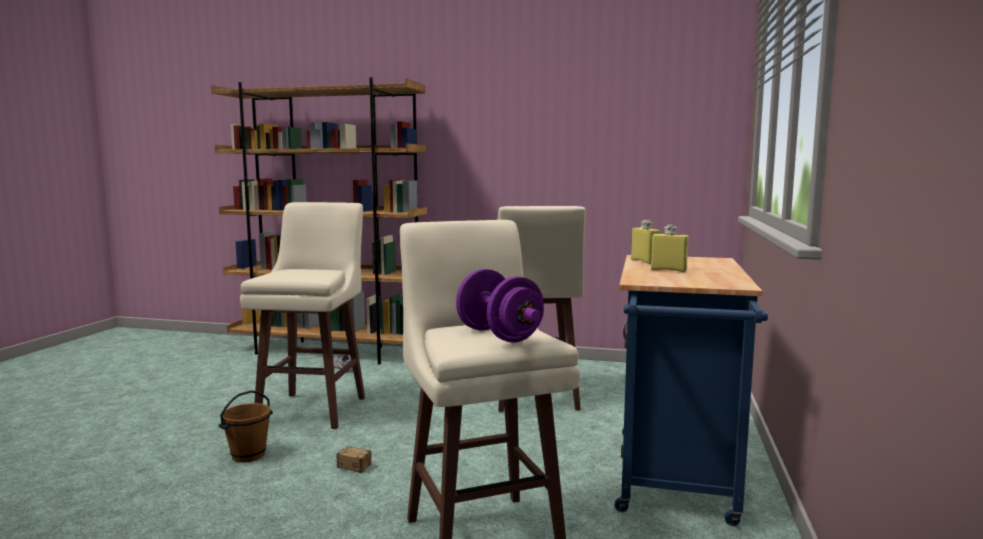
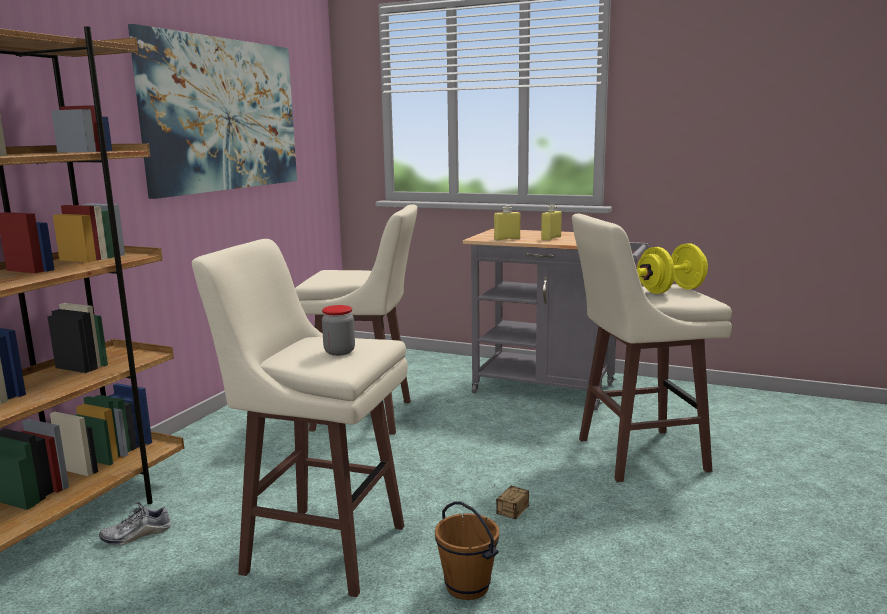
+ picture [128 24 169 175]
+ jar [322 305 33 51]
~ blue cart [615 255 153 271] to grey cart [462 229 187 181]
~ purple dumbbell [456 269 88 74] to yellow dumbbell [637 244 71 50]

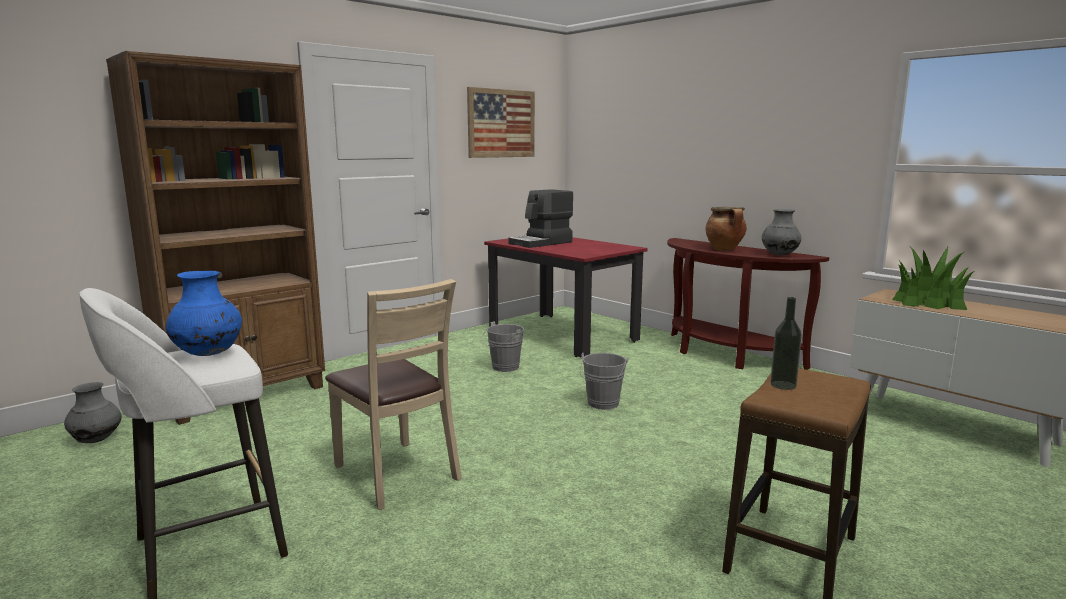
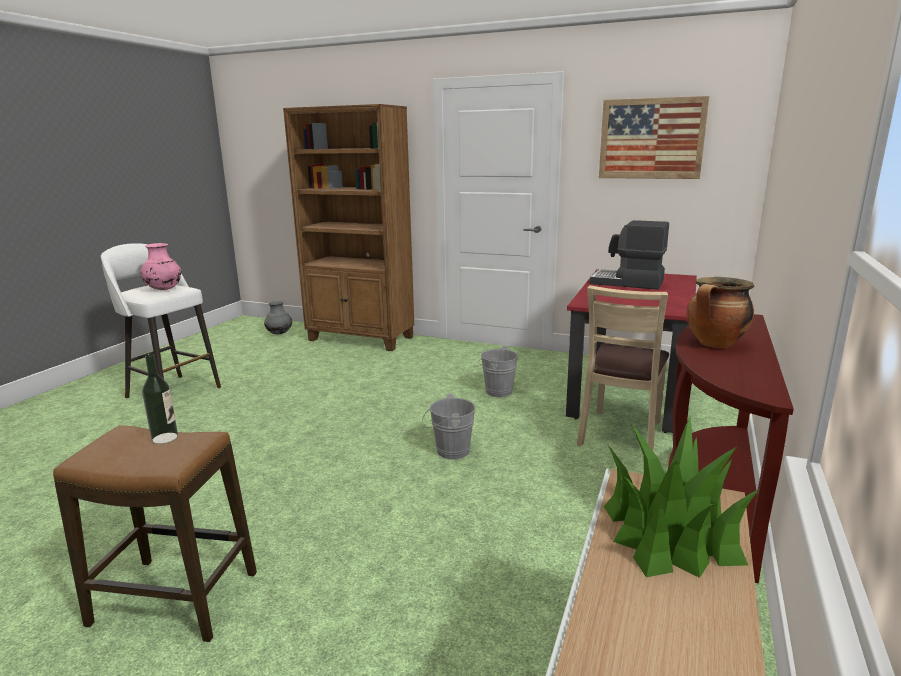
~ blue vase [166 271 76 85] to pink vase [140 243 41 47]
~ beige chair [325 279 137 231] to [577 285 92 167]
- grey vase [762 209 39 46]

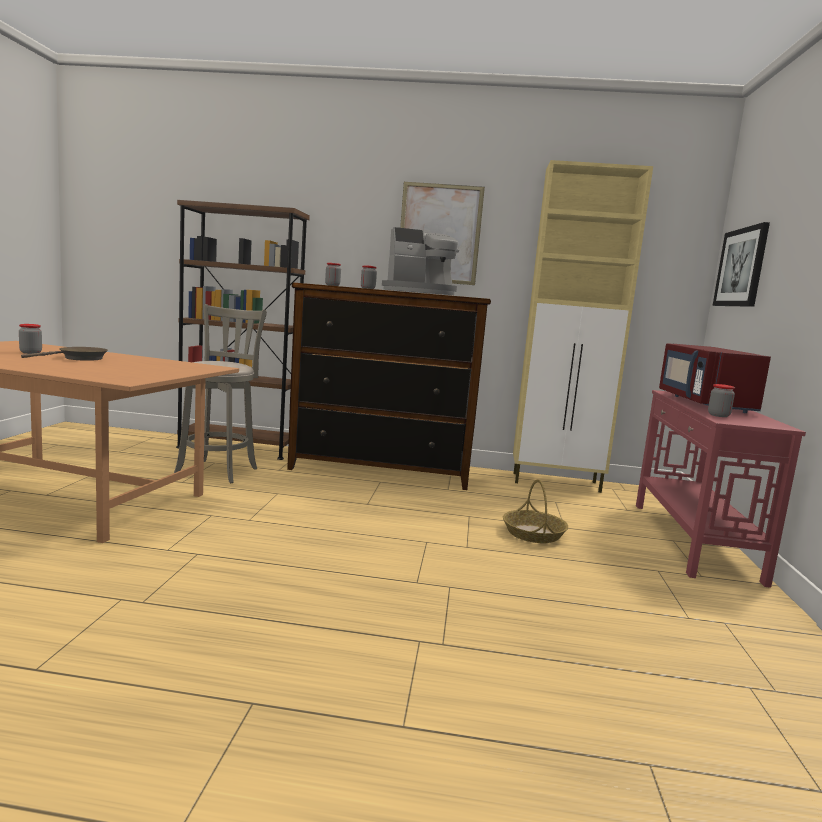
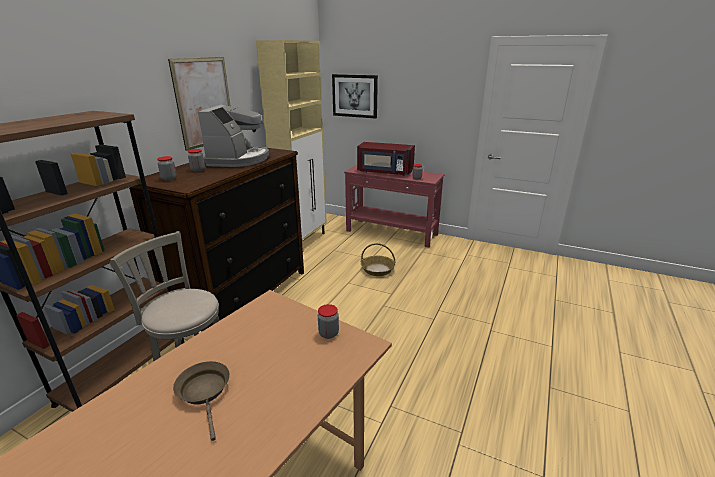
~ jar [19 324 23 30] to [318 304 21 35]

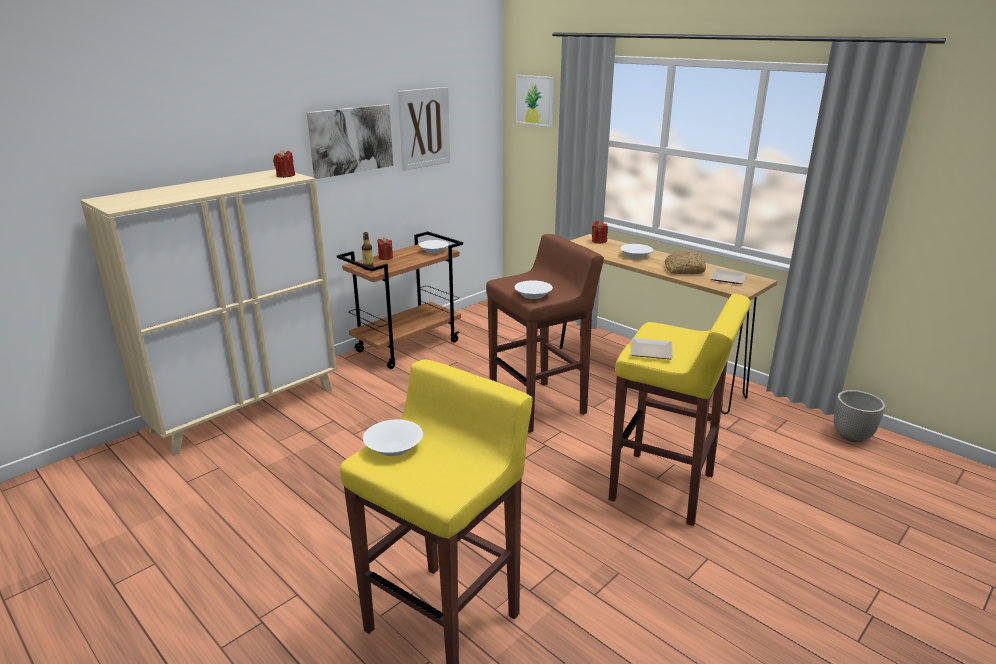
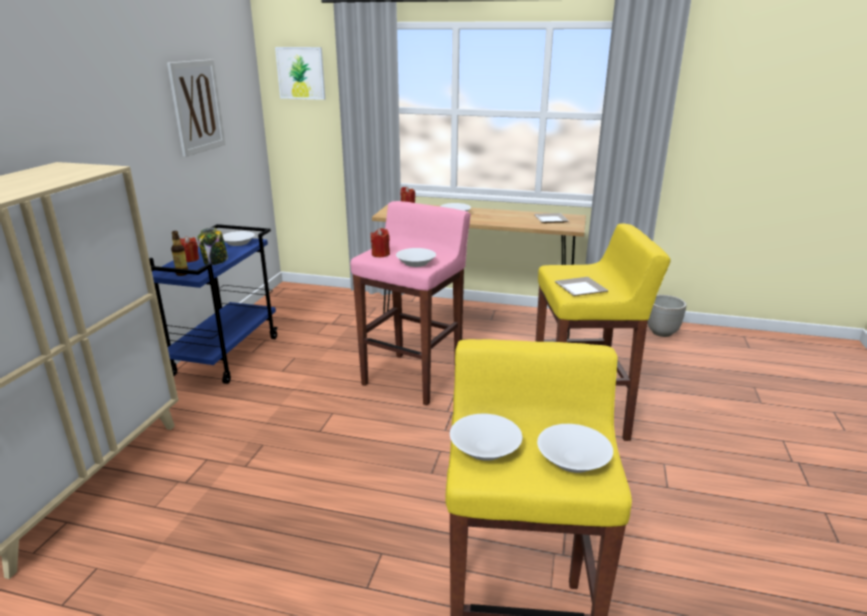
~ brown cart [337 231 126 138] to blue cart [149 224 129 160]
+ jar [198 227 30 38]
~ brown stool [486 234 118 199] to pink stool [351 201 119 204]
~ red candle [273 150 22 28] to [370 228 20 29]
+ white bowl [537 424 76 49]
- picture [307 104 86 75]
- bread [665 250 41 24]

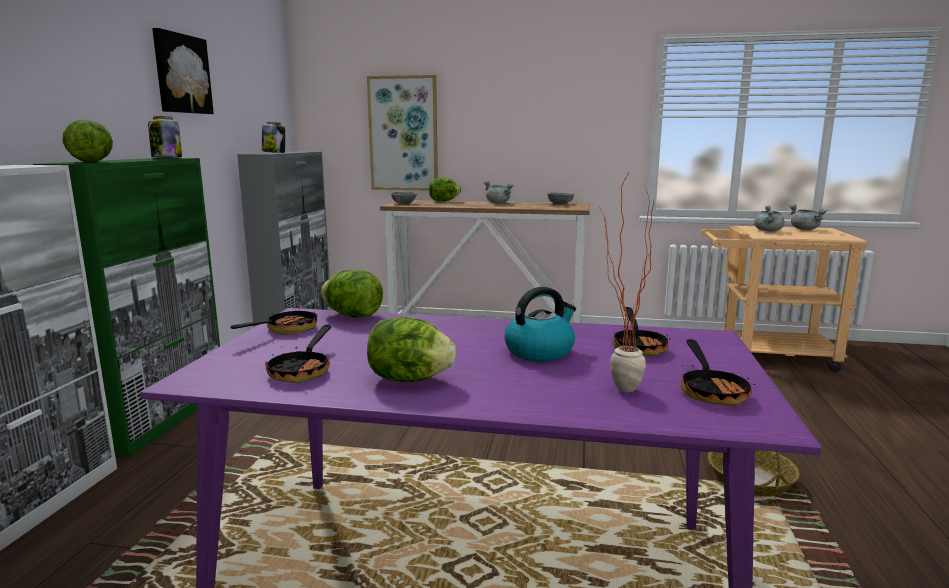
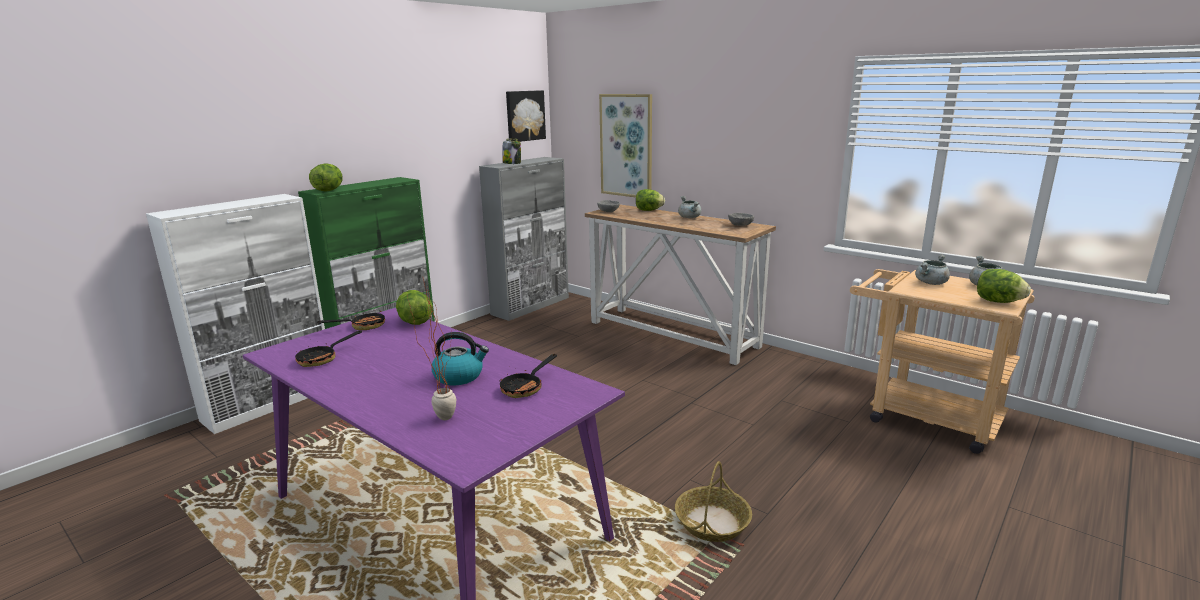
~ picture [152 28 62 86] to [506 90 40 52]
~ lettuce [367 317 89 65] to [977 269 54 34]
- jar [148 116 34 42]
- frying pan [680 339 76 67]

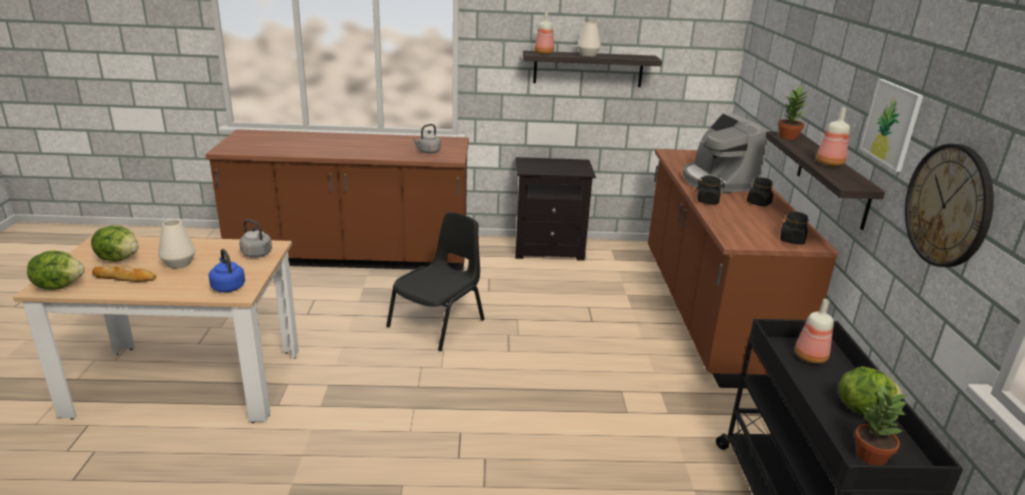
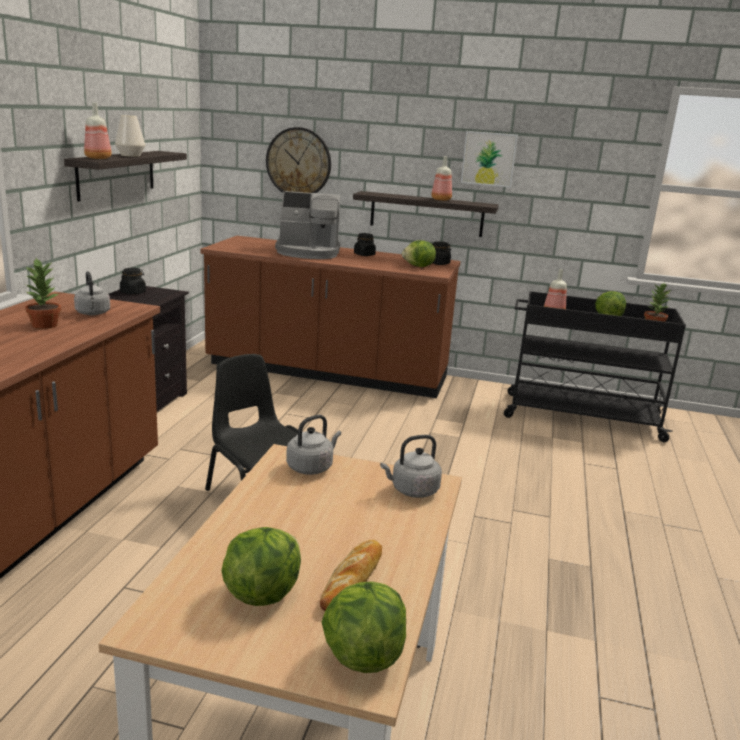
~ potted plant [778 86 30 54] to [25 258 36 71]
~ black jar [696 176 29 28] to [120 268 26 26]
~ wall clock [905 144 89 123] to [266 127 65 66]
~ blue kettle [209 249 36 43] to grey kettle [380 435 62 63]
+ lettuce [402 240 34 27]
- white vase [158 219 38 49]

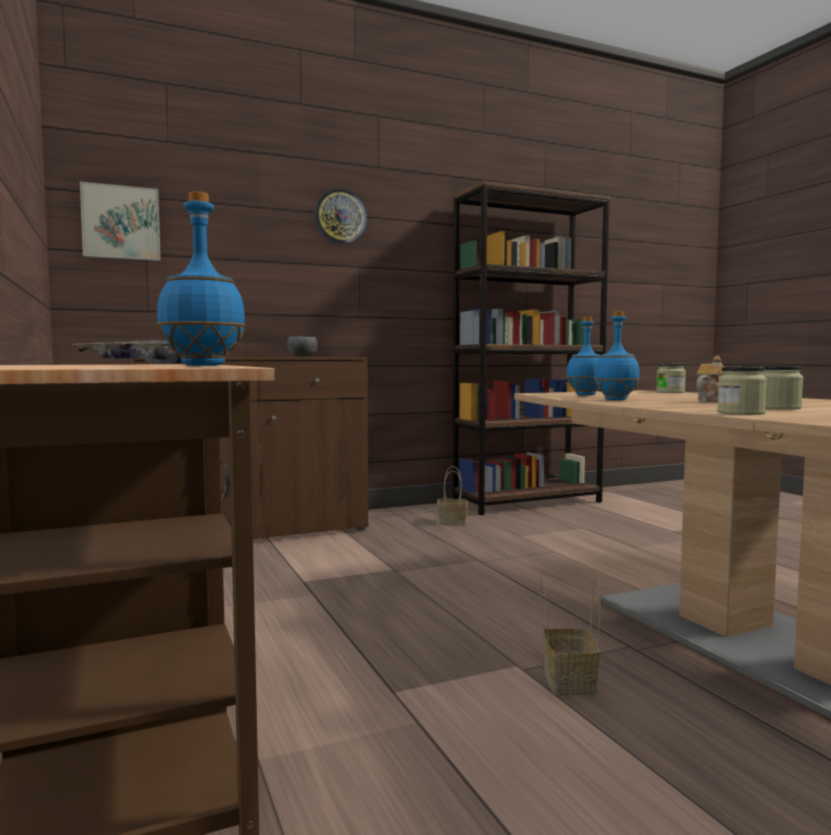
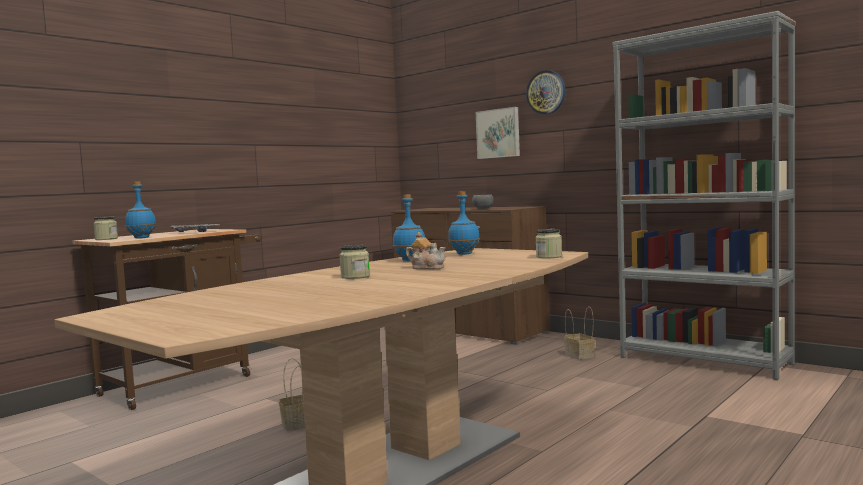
~ jar [717 367 50 48] to [93 216 25 24]
~ picture [80 182 81 79] to [476 107 44 52]
~ brown bookcase [453 181 158 334] to grey bookcase [612 11 184 369]

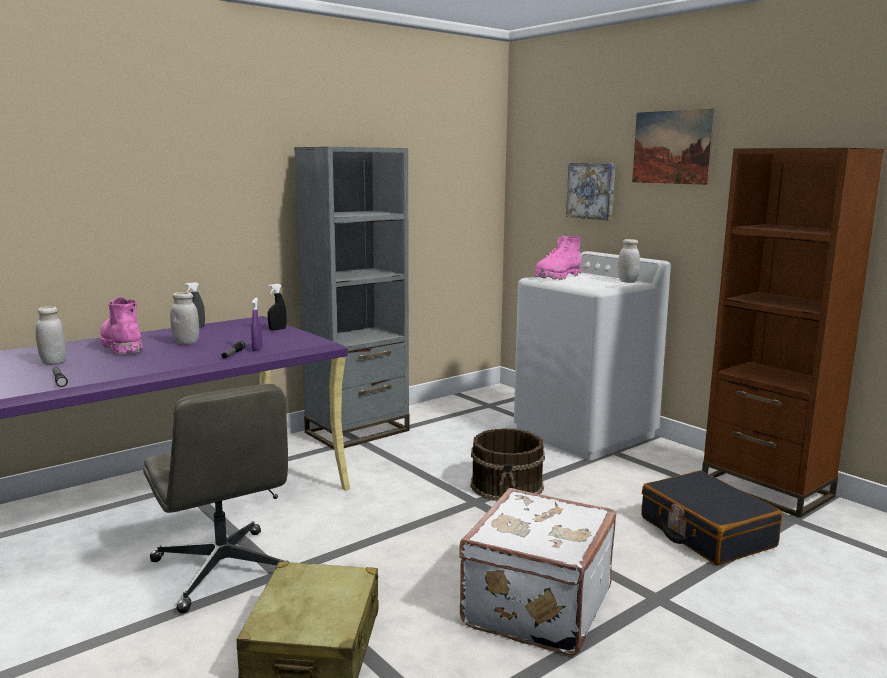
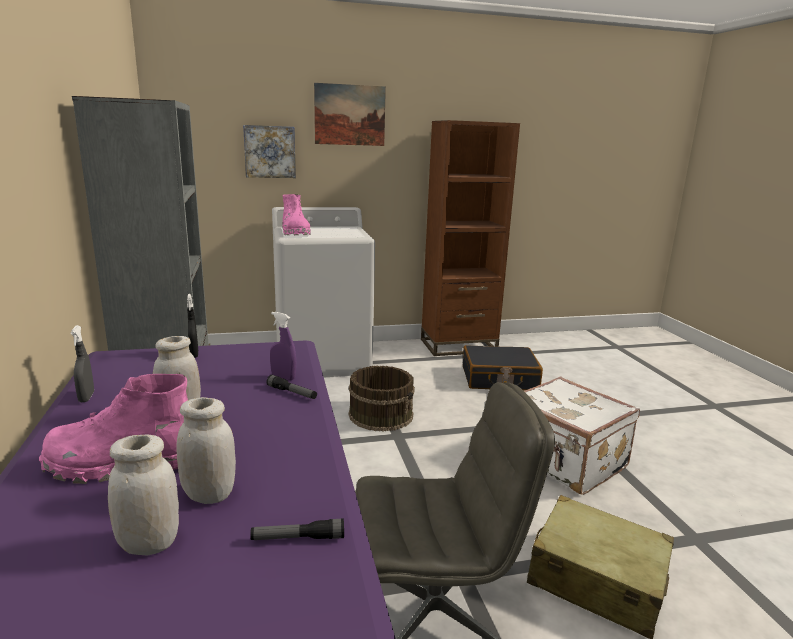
~ white jar [618 239 22 44] to [177 397 59 107]

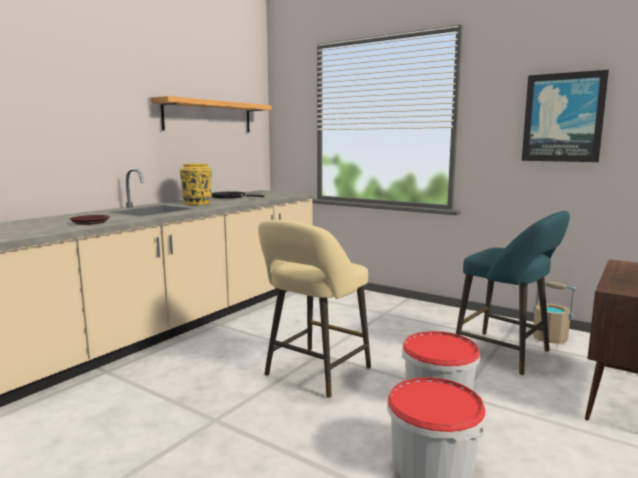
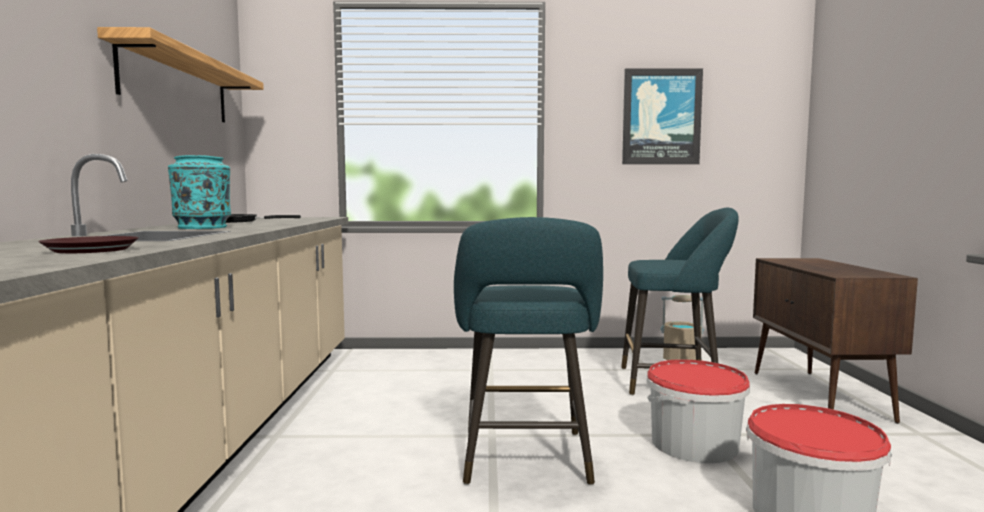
~ yellow vase [180 164 32 41] to turquoise vase [168 155 63 74]
~ beige stool [258 220 113 178] to turquoise stool [454 217 149 268]

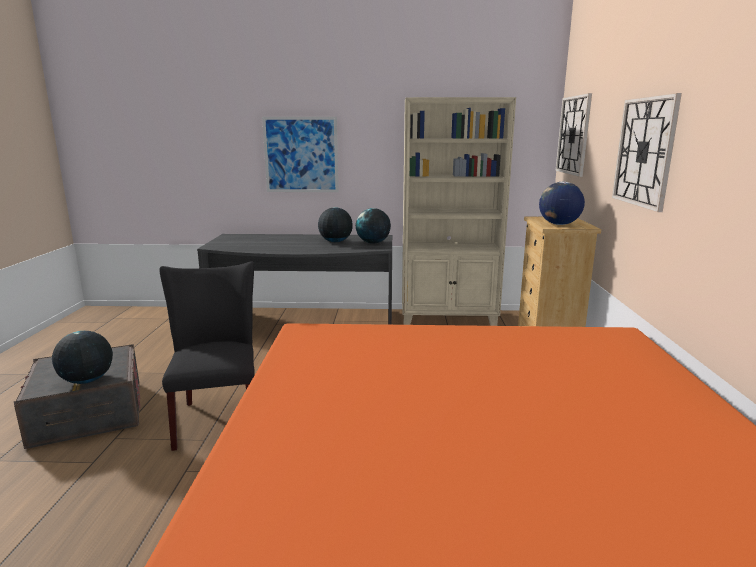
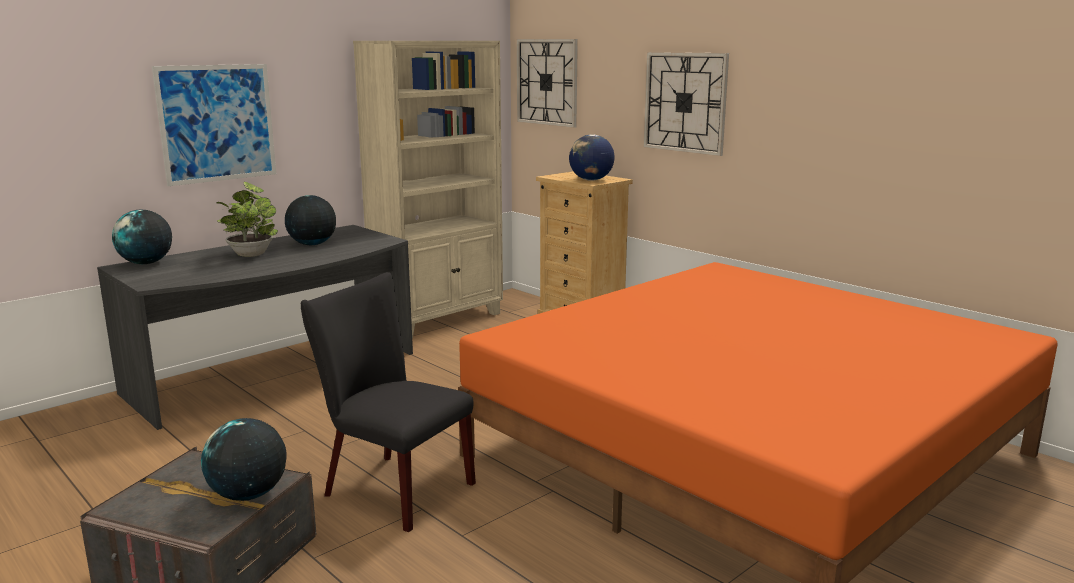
~ globe [356 208 35 36] to [112 210 60 54]
+ potted plant [216 181 62 76]

